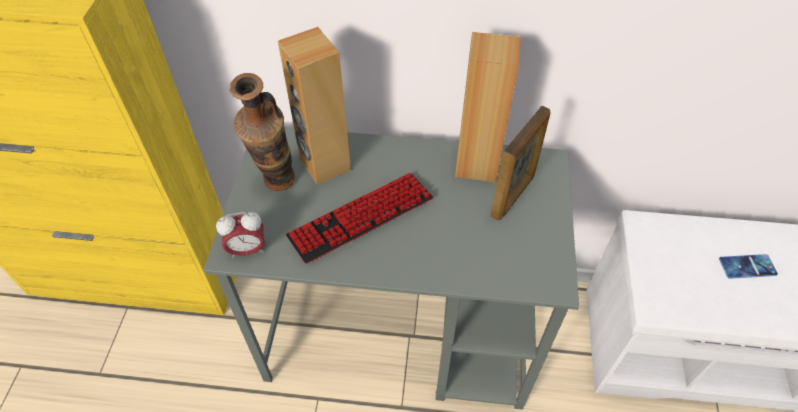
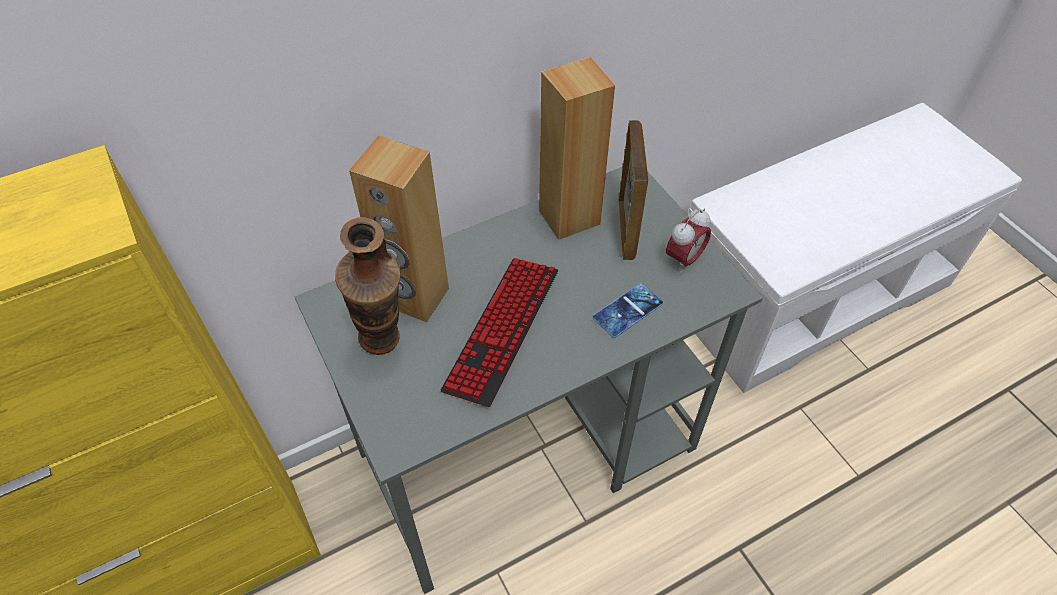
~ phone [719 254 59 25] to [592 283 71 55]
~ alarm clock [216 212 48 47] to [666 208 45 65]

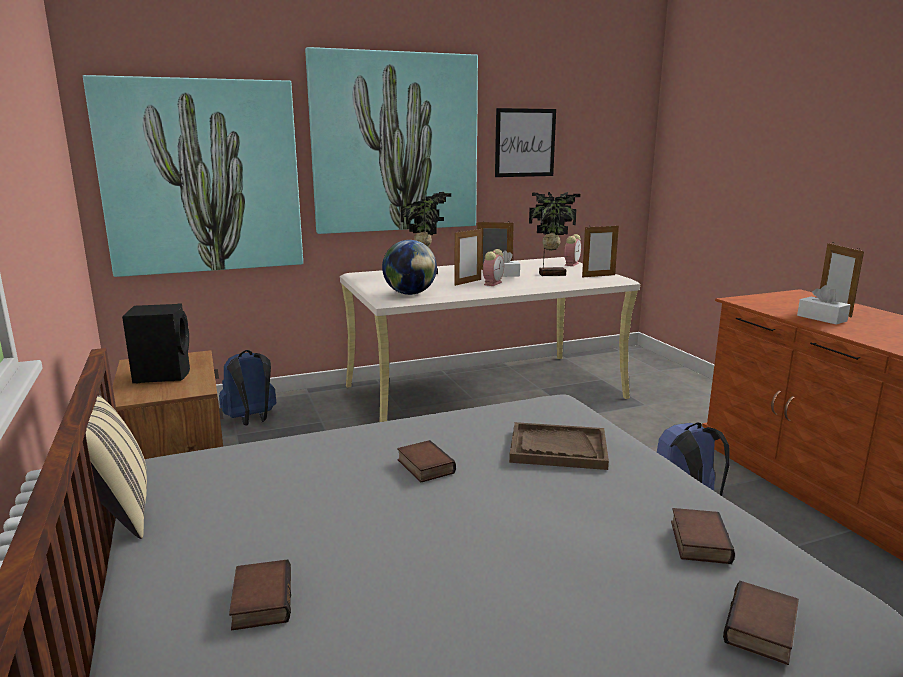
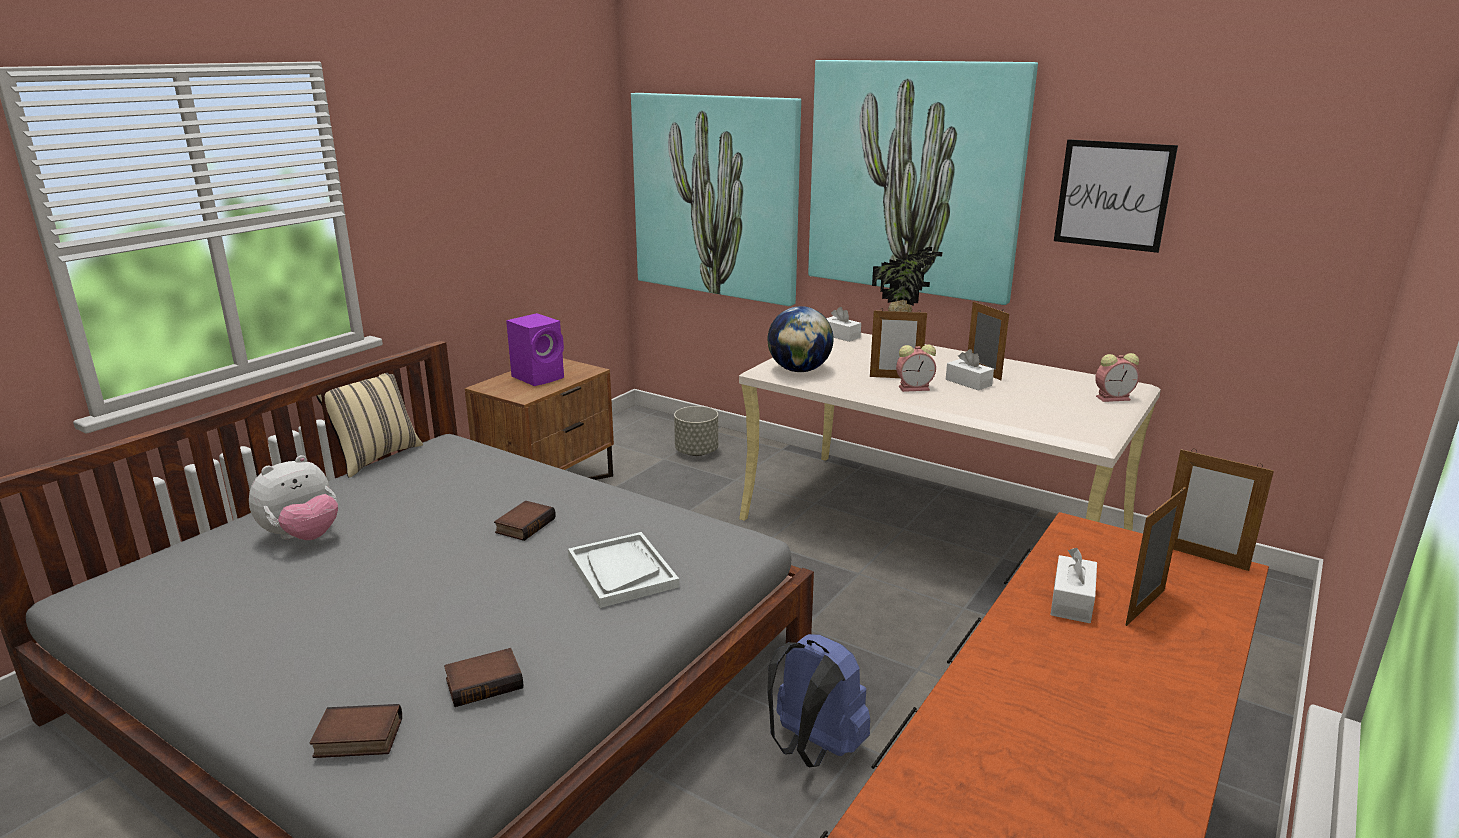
~ book [229 559 62 71] to plush toy [249 455 89 85]
~ black speaker [122 303 68 80] to purple speaker [506 313 58 73]
~ brown tray [509 422 100 48] to white tray [568 532 111 76]
~ blue backpack [219 350 57 76] to grey planter [674 406 44 50]
+ white tissue box [826 307 35 35]
~ picture frame [582 225 37 53] to [1171 449 103 122]
- potted plant [529 192 52 84]

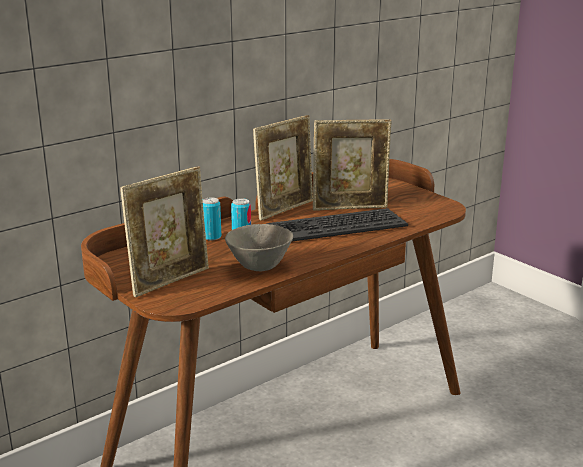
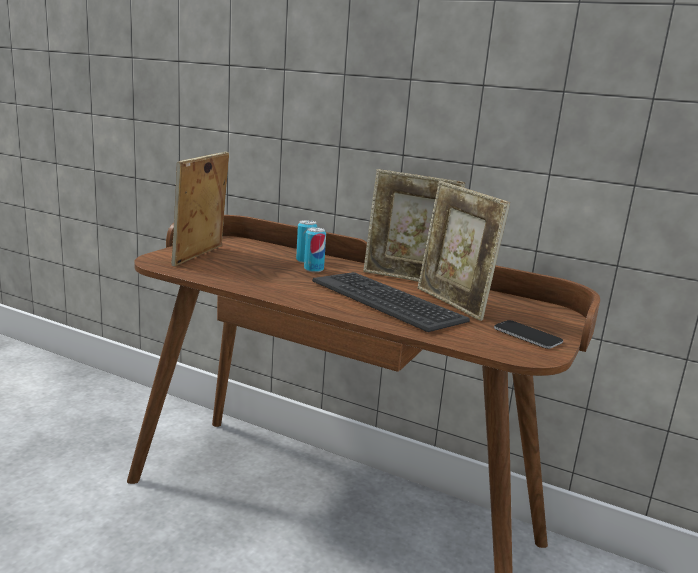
~ picture frame [120 166 89 131] = [171 152 58 114] 90 degrees clockwise
+ phone [494 320 69 29]
- grey bowl [225 224 68 47]

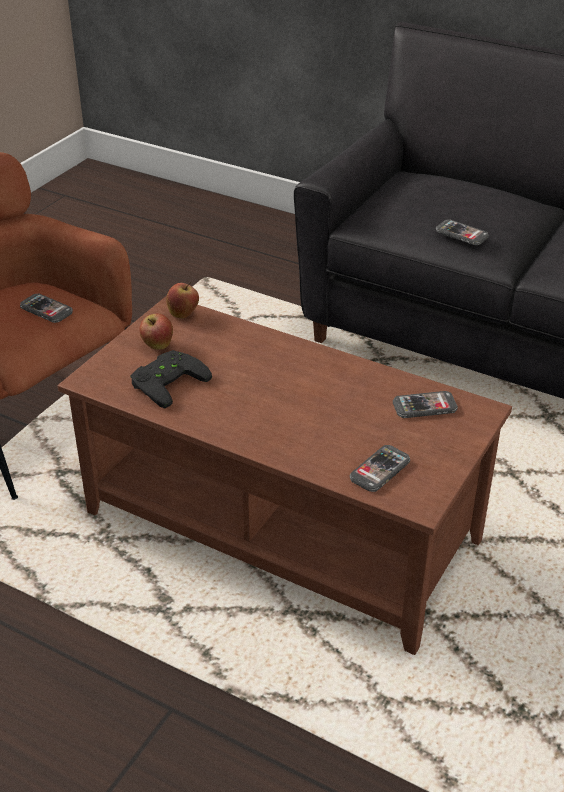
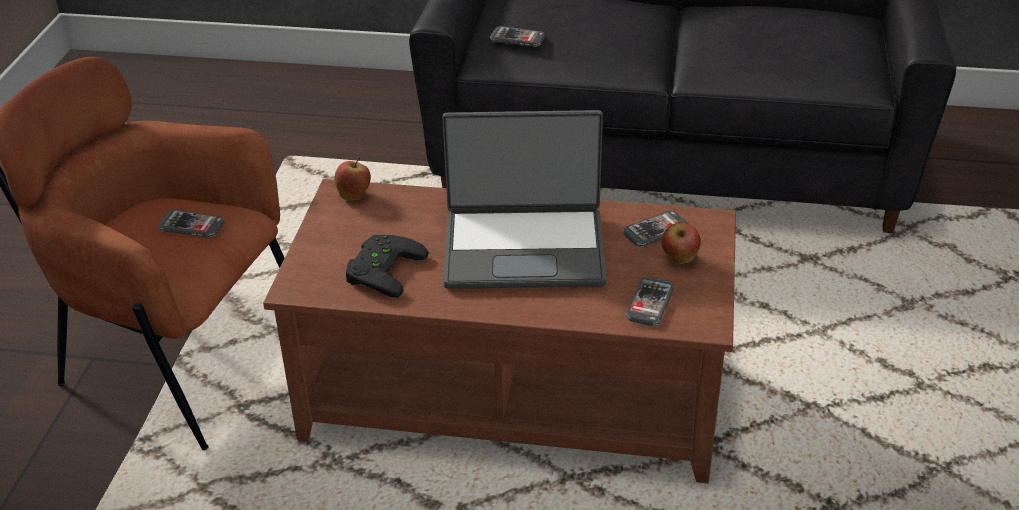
+ laptop [442 110 165 179]
~ phone [436 219 53 26] to [490 26 55 21]
~ apple [139 313 34 37] to [661 222 40 42]

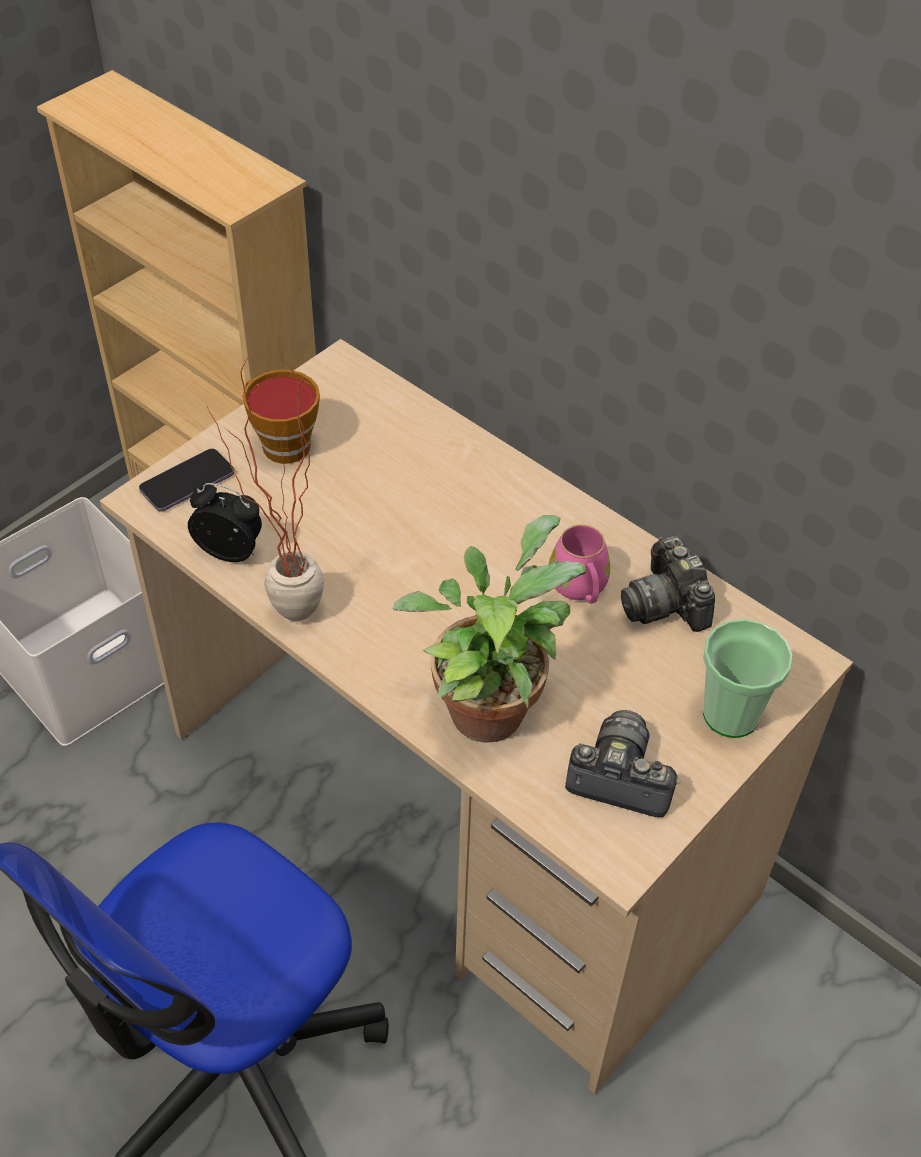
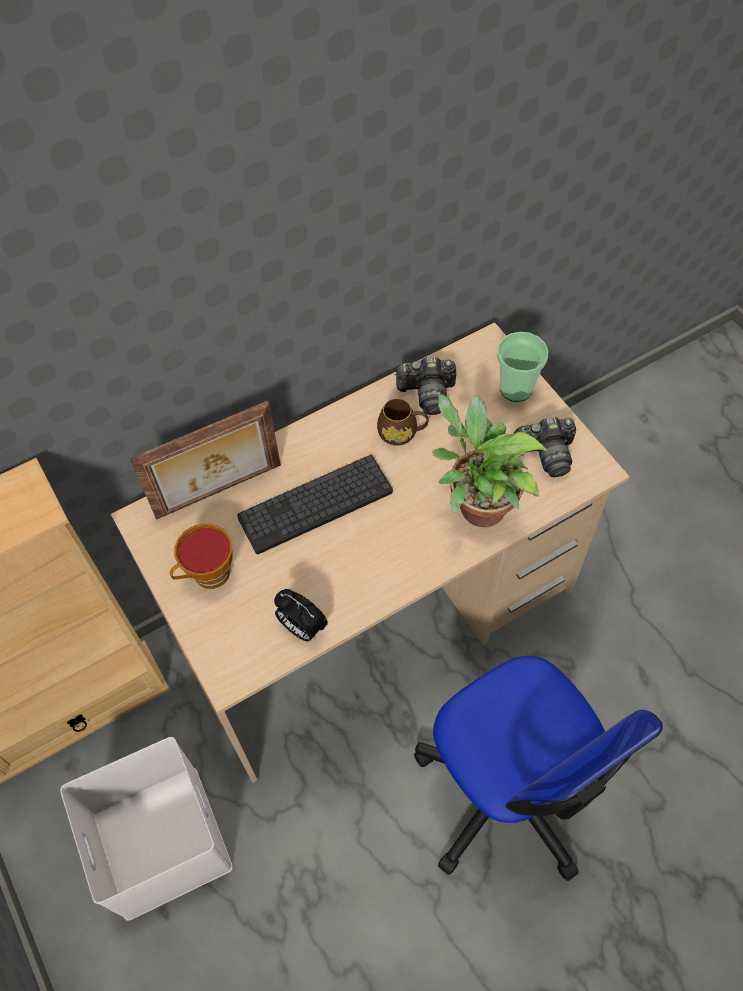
+ picture frame [130 401 151 119]
+ keyboard [237 455 156 99]
~ alarm clock [188 483 74 79] = [274 589 54 53] 90 degrees counterclockwise
~ pink mug [549 525 61 78] to brown mug [377 398 51 48]
~ photo camera [565 710 116 107] = [514 417 62 60] 135 degrees counterclockwise
- phone [139 448 96 64]
- potted plant [206 351 118 270]

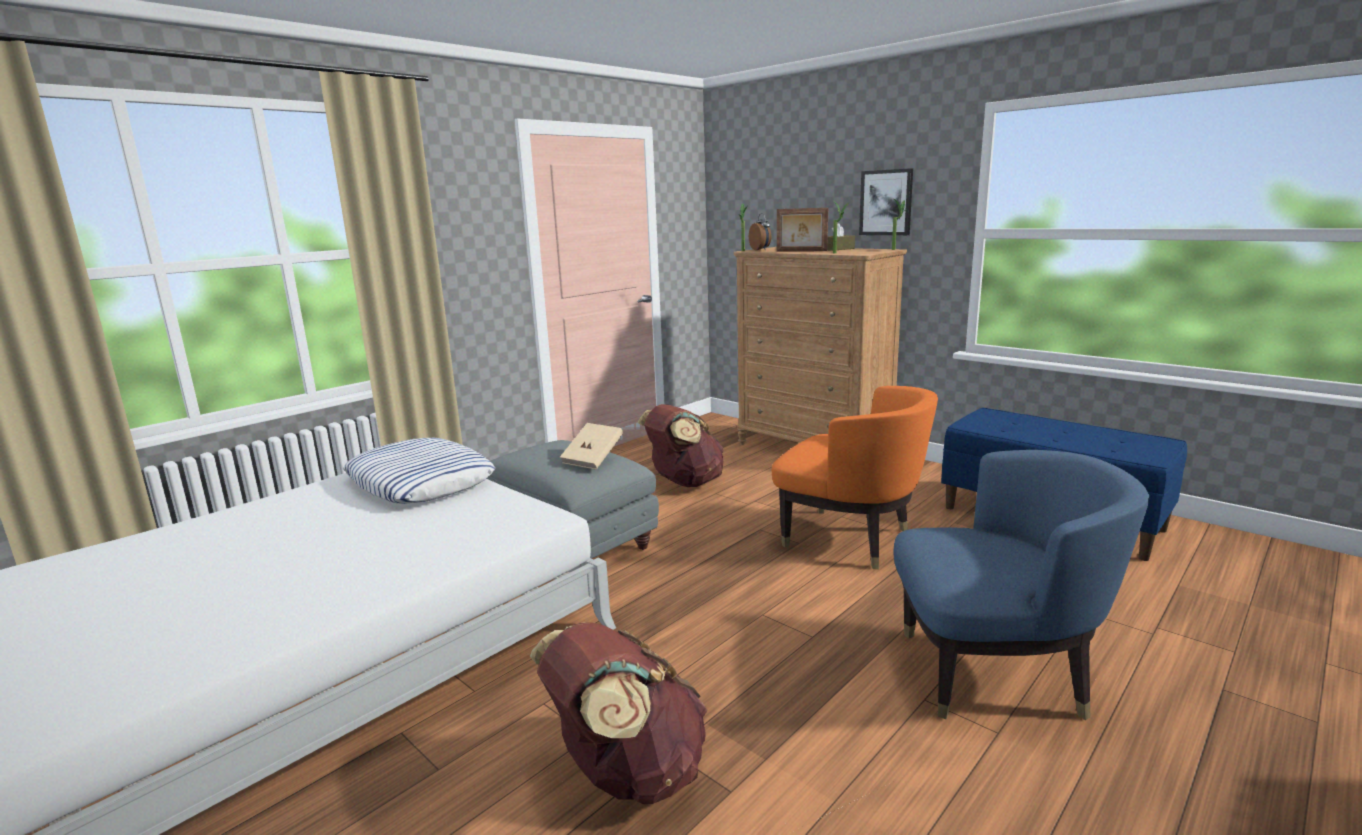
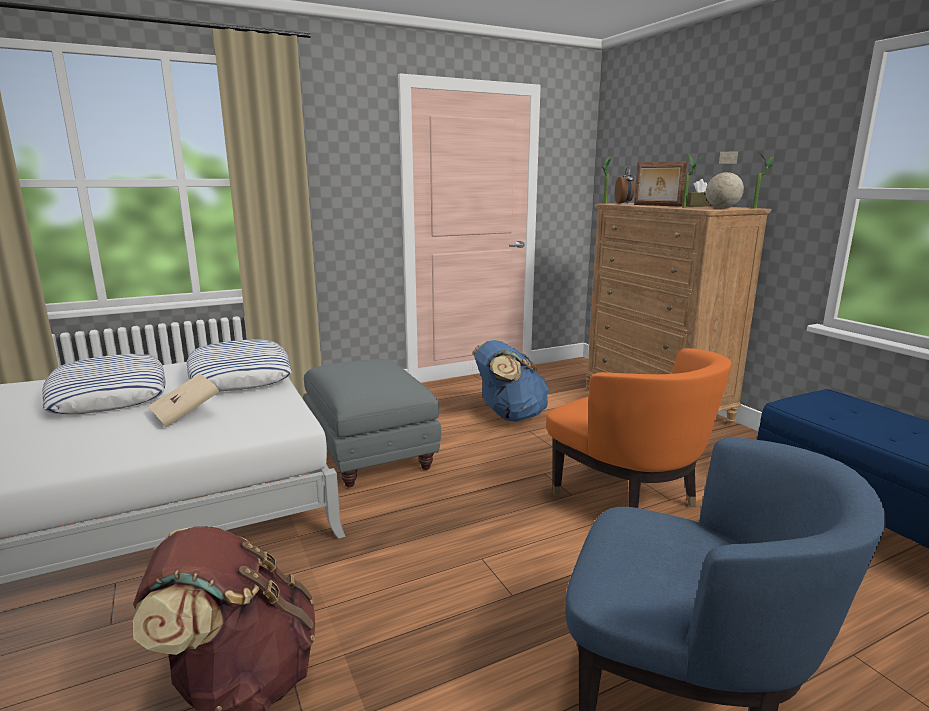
+ pillow [42 354 124 60]
~ beige book [560 423 63 47] to [148 374 71 53]
~ brown backpack [637 404 87 83] to blue backpack [472 340 78 82]
+ globe [706 151 38 58]
- picture [859 168 54 67]

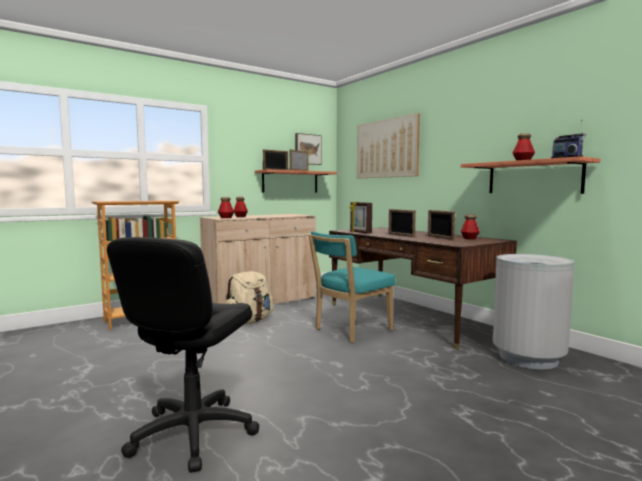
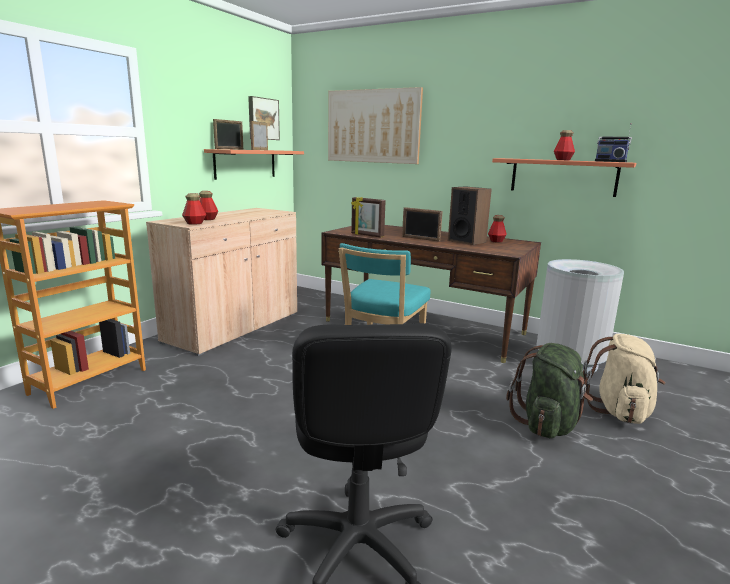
~ picture frame [428 210 27 30] to speaker [448 186 44 59]
+ green backpack [506 343 87 95]
~ beige backpack [226 271 48 53] to [583 334 82 90]

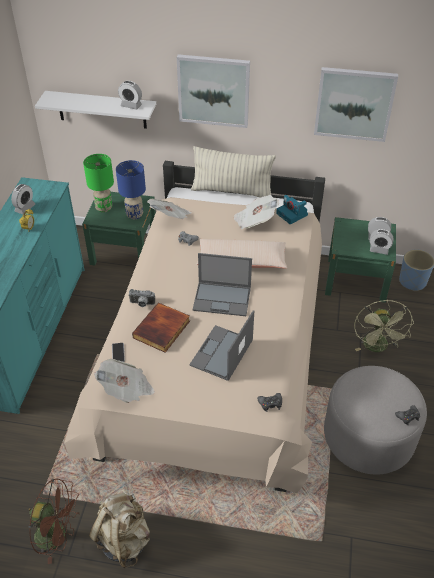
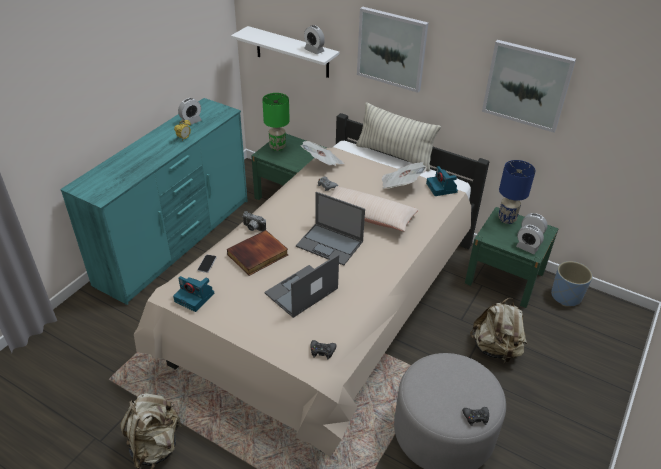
~ newspaper [94 359 61 44] to photo camera [173 276 41 36]
~ green fan [354 300 60 52] to beige backpack [470 298 57 64]
~ blue table lamp [116 160 30 60] to [498 160 38 64]
- brown fan [29 478 50 86]

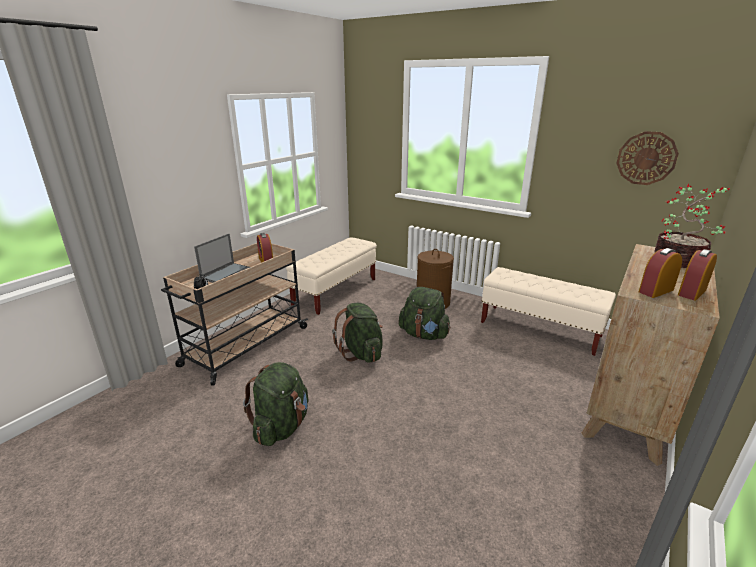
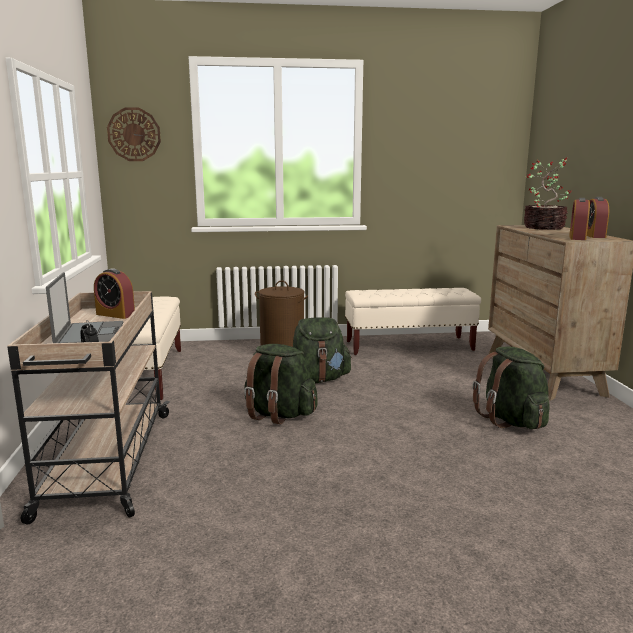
~ wall clock [616 131 63 54] to [107 107 54 54]
~ green backpack [243 362 65 84] to [473 346 77 83]

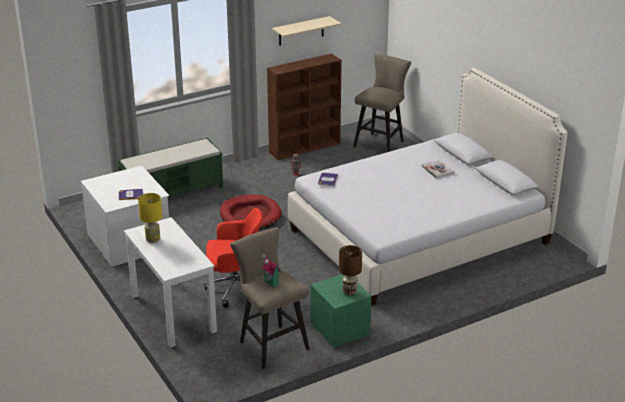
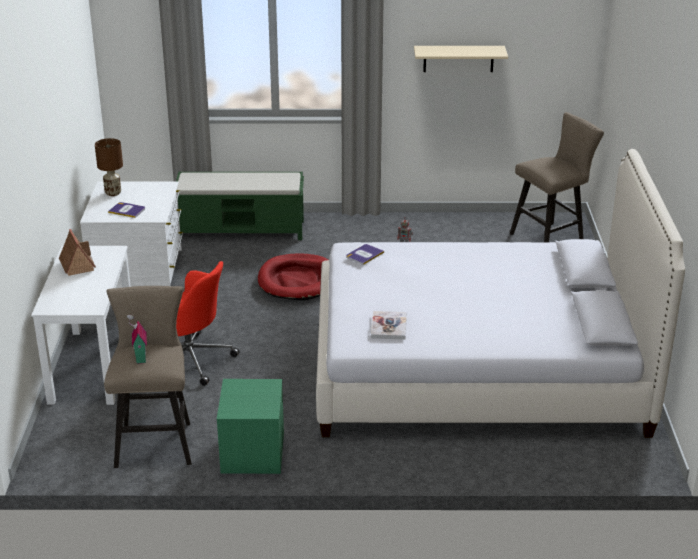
~ yellow table lamp [138 193 24 50] to toy house [59 229 37 47]
~ brown table lamp [339 245 23 51] to [95 138 28 58]
~ book [422 160 33 19] to [371 311 36 29]
- brown bookcase [267 53 75 107]

